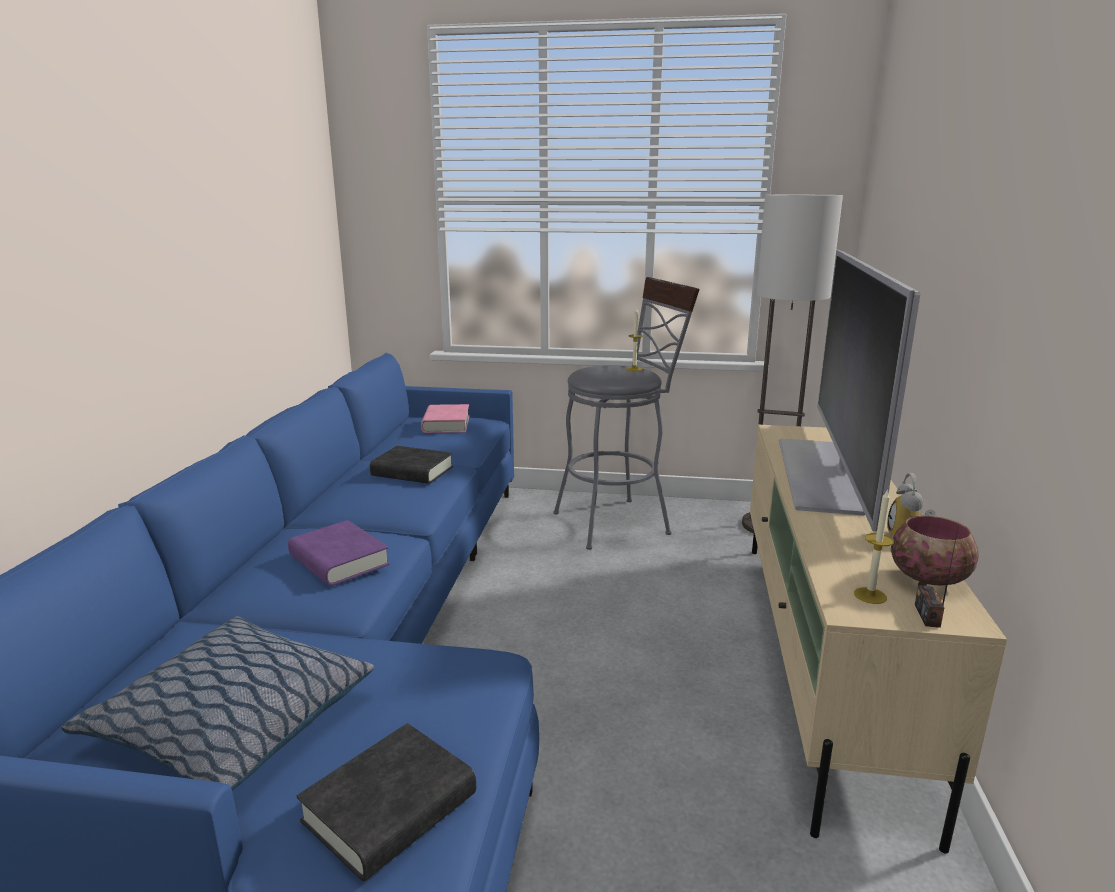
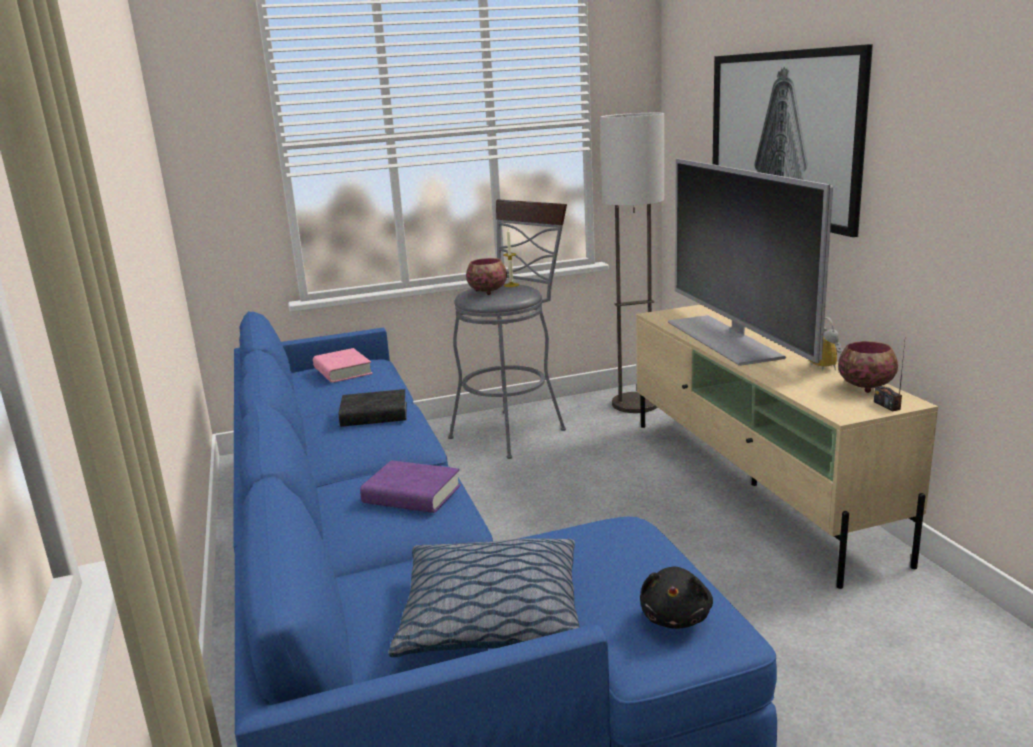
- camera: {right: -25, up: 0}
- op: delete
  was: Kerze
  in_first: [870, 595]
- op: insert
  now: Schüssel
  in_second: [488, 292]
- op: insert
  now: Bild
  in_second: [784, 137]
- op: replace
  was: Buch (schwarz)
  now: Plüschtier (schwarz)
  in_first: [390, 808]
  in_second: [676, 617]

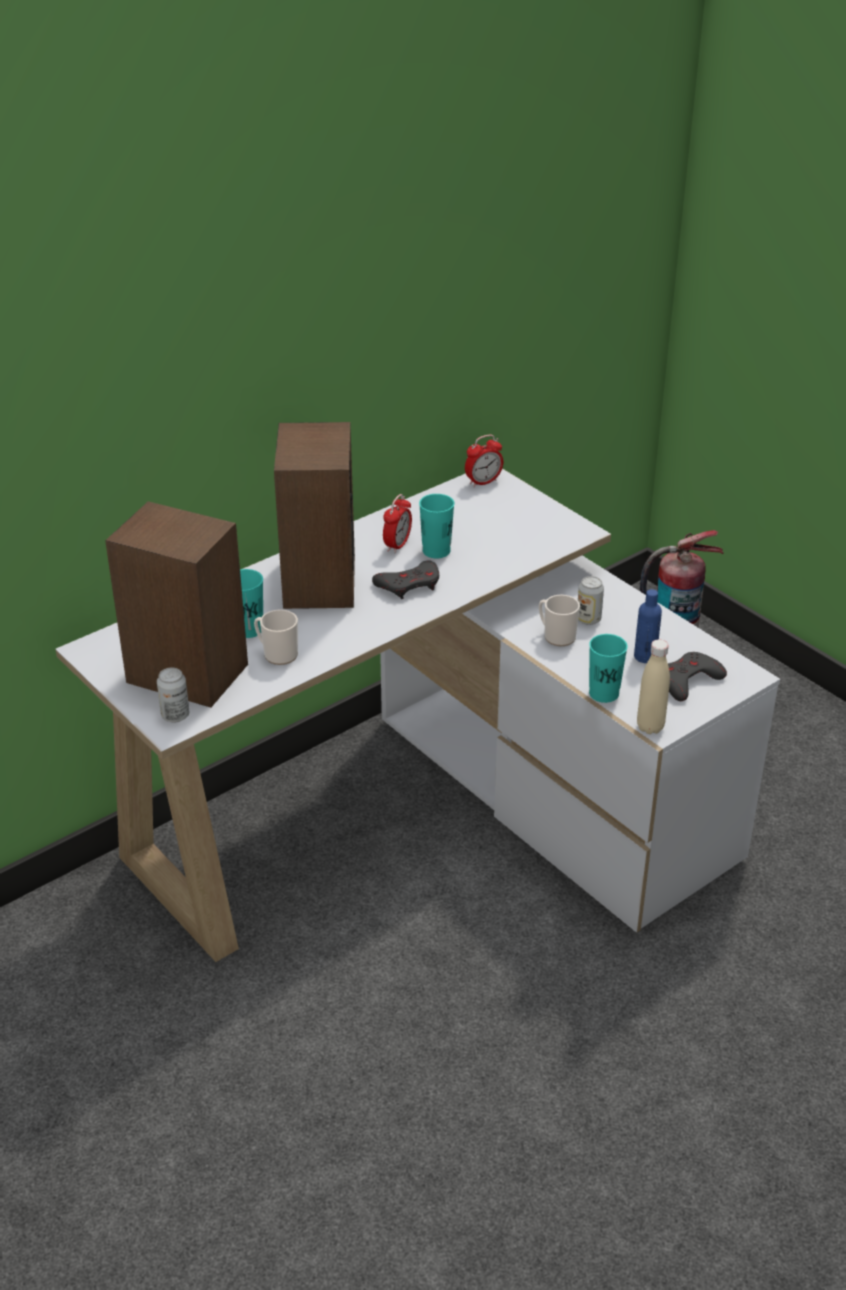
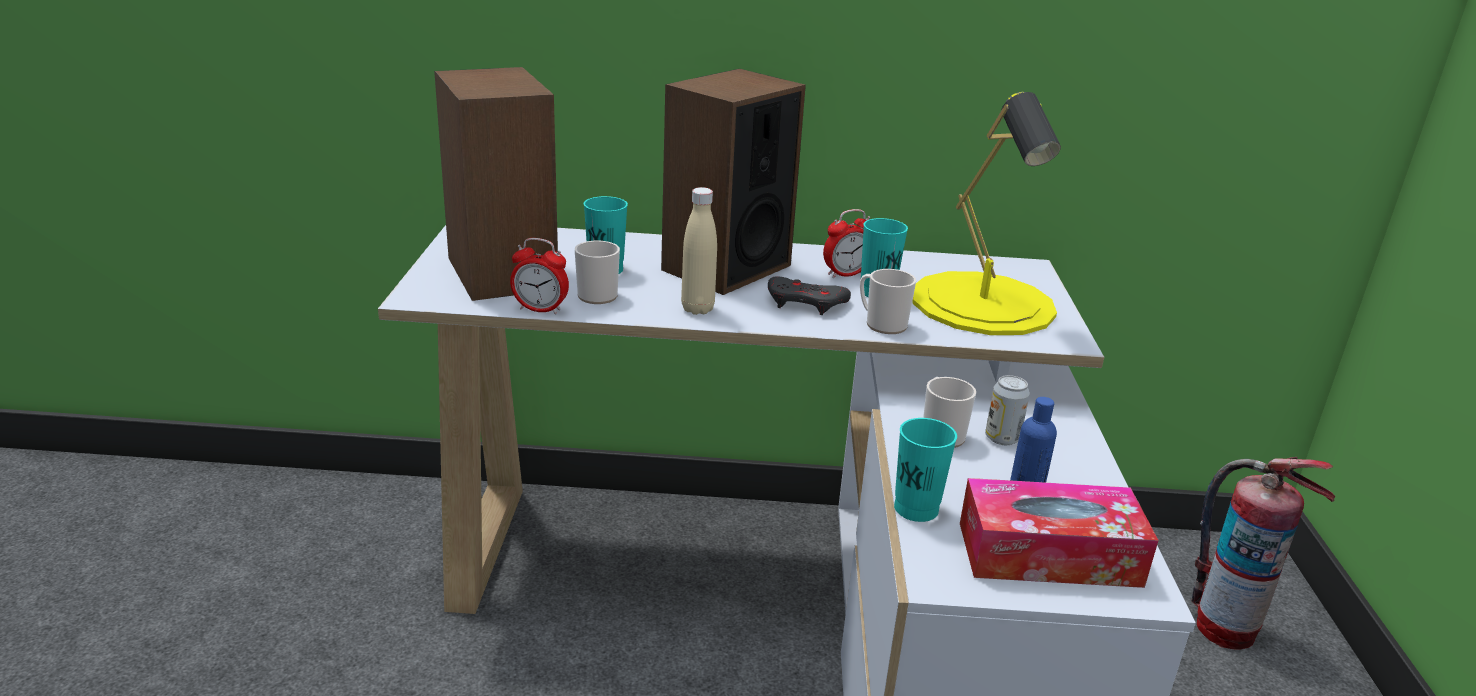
- camera: {right: 40, up: -10}
- op: delete
  was: Dose
  in_first: [175, 715]
- op: insert
  now: Henkelbecher
  in_second: [881, 324]
- op: insert
  now: Tischlampe (gelb)
  in_second: [983, 303]
- op: move
  was: Wecker
  in_first: [483, 482]
  in_second: [540, 309]
- op: move
  was: Flasche (beige)
  in_first: [650, 727]
  in_second: [697, 309]
- op: replace
  was: Gamepad (grau)
  now: Taschentuchbox
  in_first: [688, 681]
  in_second: [1048, 554]

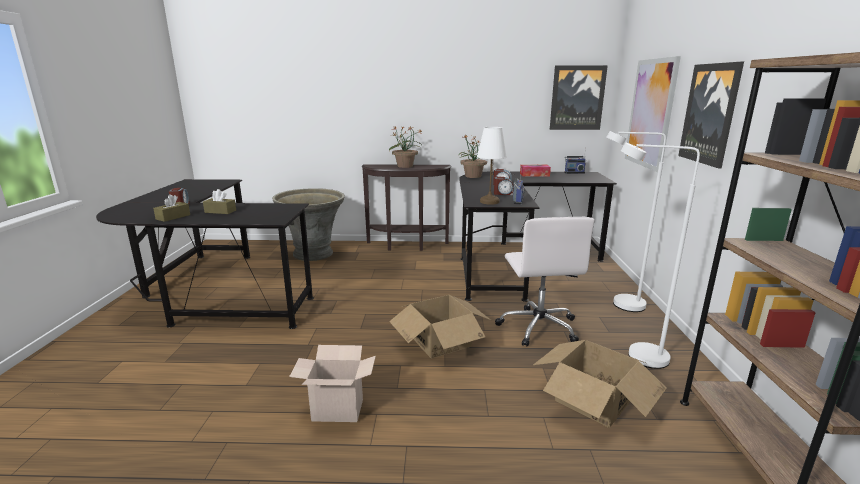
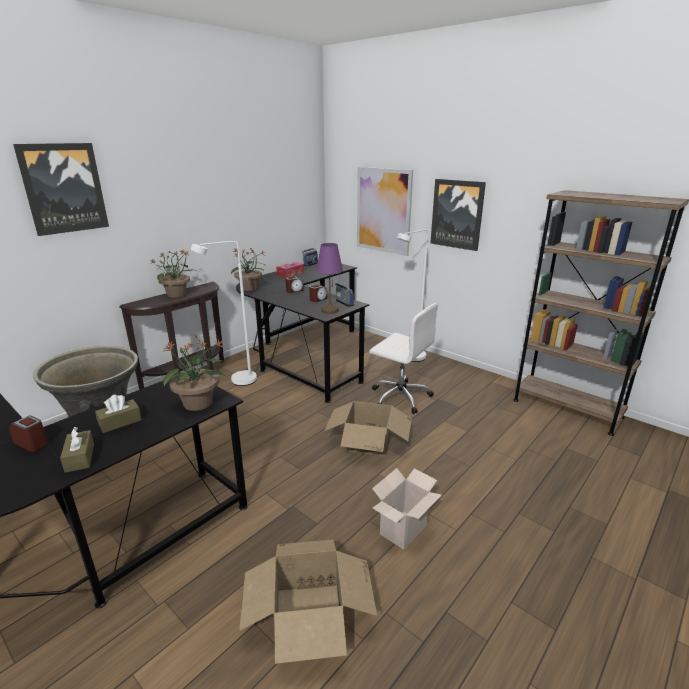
- camera: {right: -50, up: 5}
- op: insert
  now: Topfpflanze
  in_second: [198, 403]
- op: move
  was: Karton
  in_first: [593, 399]
  in_second: [308, 614]
- op: move
  was: Bild
  in_first: [577, 98]
  in_second: [64, 188]
- op: move
  was: Stehlampe (weiß)
  in_first: [636, 355]
  in_second: [237, 381]
- op: recolor
  was: Tischlampe (weiß)
  now: Tischlampe (lila)
  in_first: [489, 202]
  in_second: [329, 310]

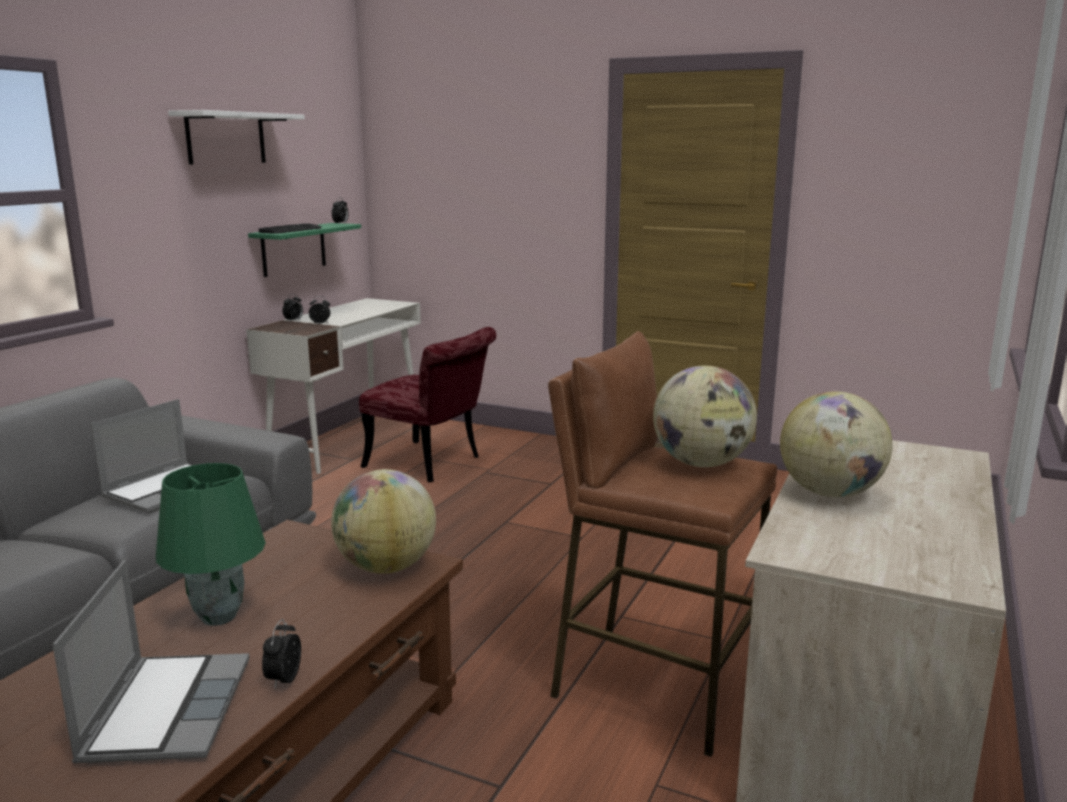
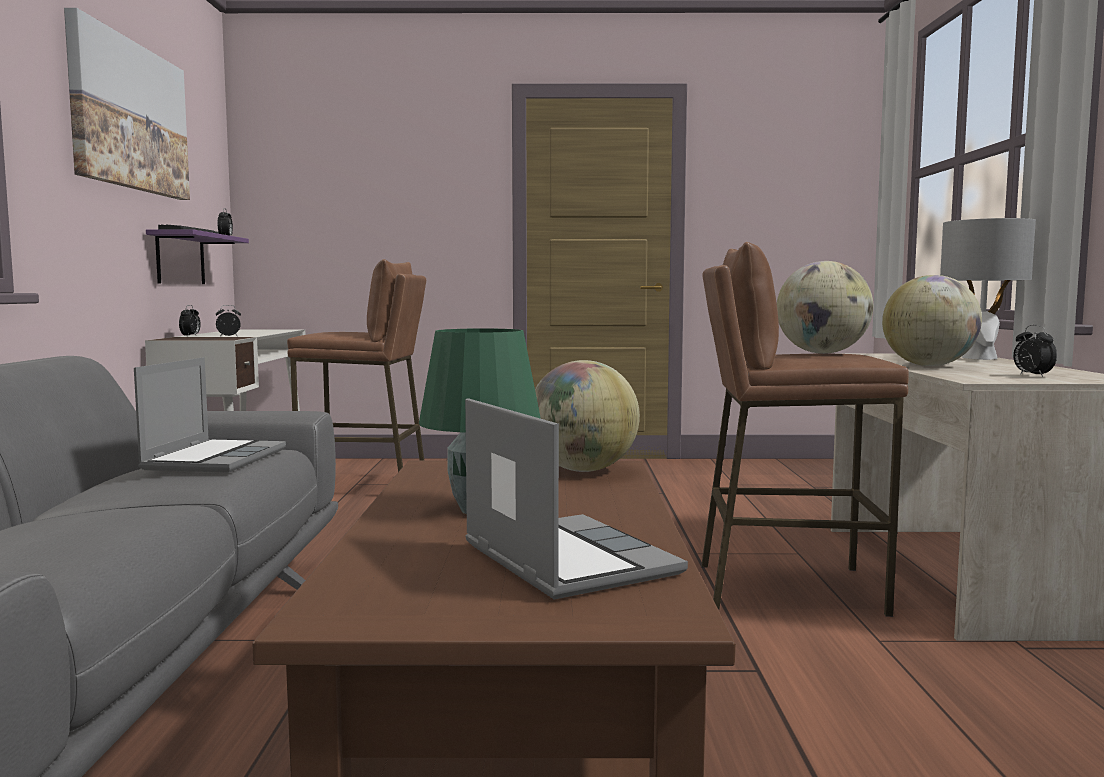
- camera: {right: -25, up: -10}
- op: insert
  now: Tischlampe (grau)
  in_second: [980, 358]
- op: move
  was: Wecker
  in_first: [283, 679]
  in_second: [1032, 375]
- op: replace
  was: Wandregal (weiß)
  now: Bild
  in_first: [226, 138]
  in_second: [129, 116]
- op: replace
  was: Stuhl (rot)
  now: Hocker (braun)
  in_first: [432, 464]
  in_second: [364, 487]
- op: recolor
  was: Wandregal (grün)
  now: Wandregal (lila)
  in_first: [293, 249]
  in_second: [180, 259]

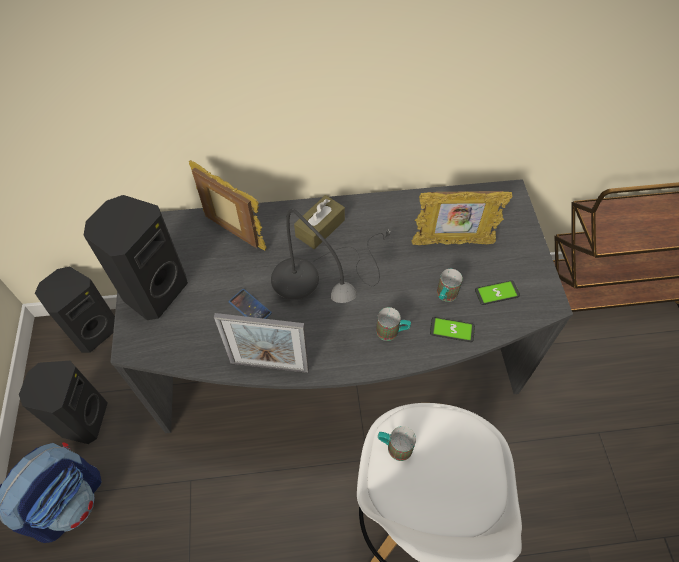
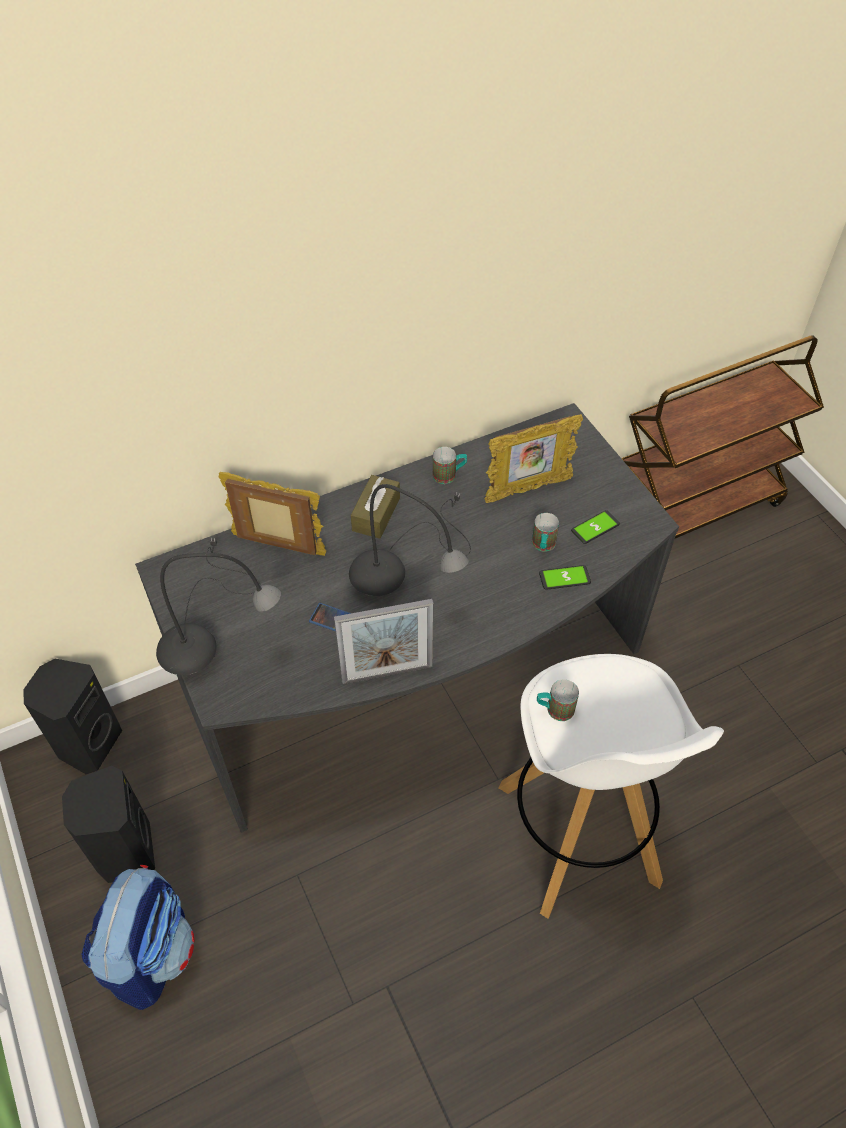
- camera: {right: -20, up: -5}
- op: move
  was: Henkelbecher
  in_first: [392, 332]
  in_second: [449, 475]
- op: replace
  was: Lautsprecher (schwarz)
  now: Tischlampe (grau)
  in_first: [154, 291]
  in_second: [215, 636]

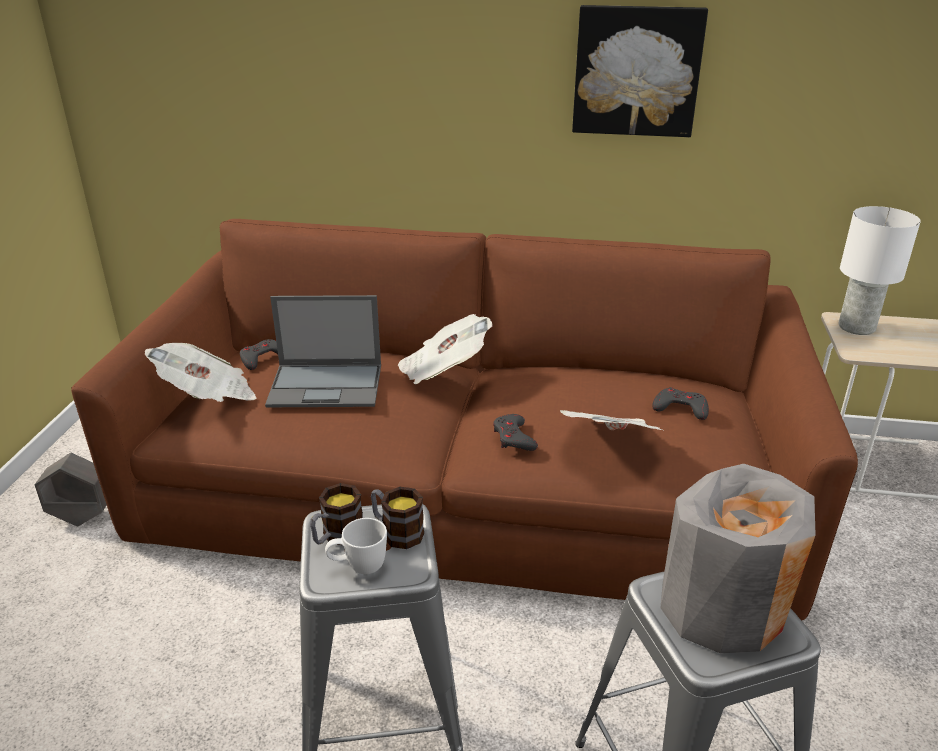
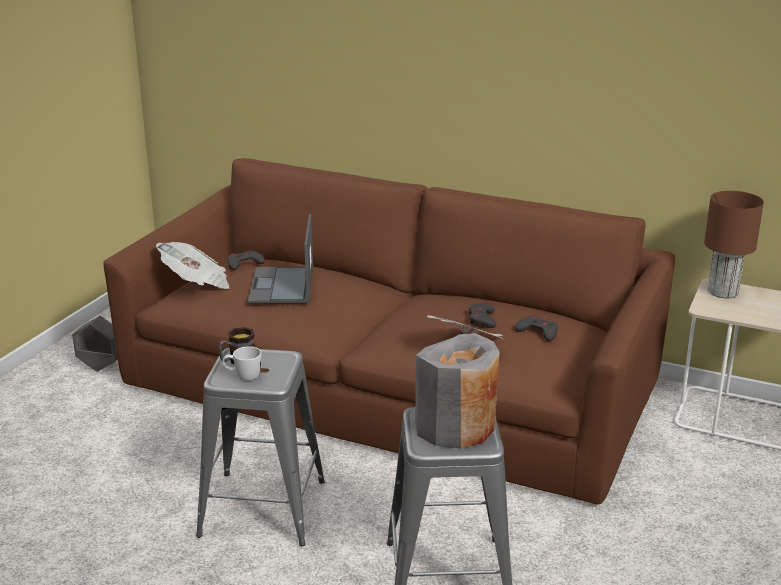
- camera: {right: 15, up: -5}
- op: delete
  was: Henkelbecher
  in_first: [396, 531]
- op: delete
  was: Zeitung
  in_first: [443, 370]
- op: delete
  was: Bild
  in_first: [636, 71]
- op: move
  was: Gamepad (grau)
  in_first: [513, 438]
  in_second: [482, 319]
- op: recolor
  was: Tischlampe (weiß)
  now: Tischlampe (braun)
  in_first: [857, 327]
  in_second: [723, 292]
- op: rotate
  was: Laptop
  in_first: [327, 385]
  in_second: [282, 286]
  clockwise: 75

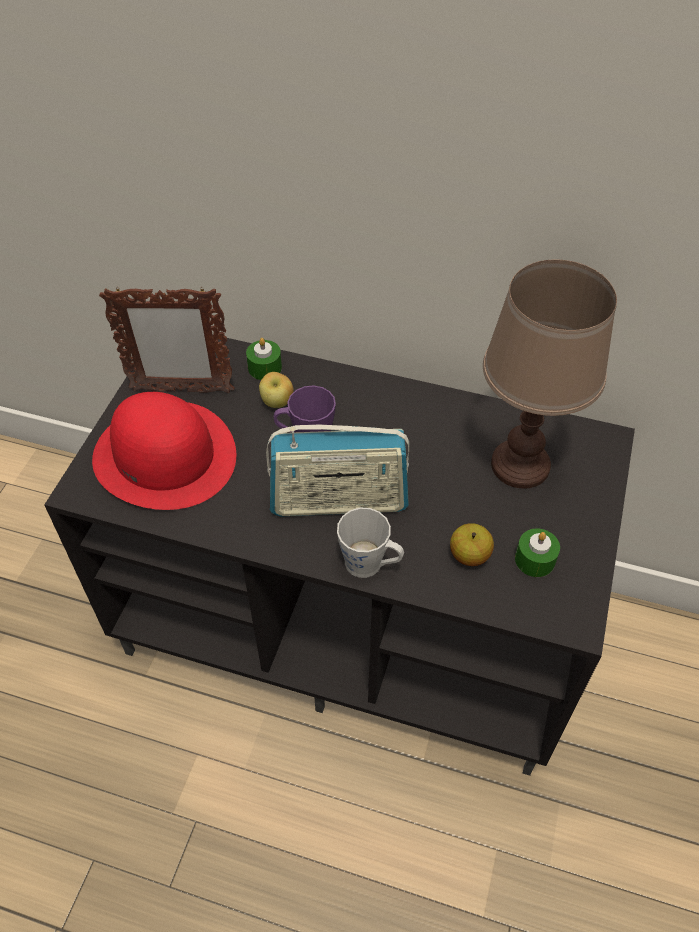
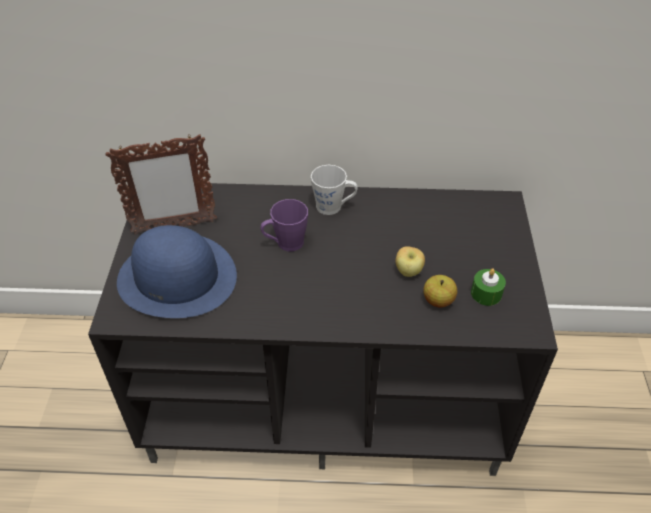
- camera: {right: -15, up: -5}
- op: delete
  was: Kerze (grün)
  in_first: [265, 368]
- op: delete
  was: Radio
  in_first: [339, 501]
- op: delete
  was: Tischlampe (braun)
  in_first: [519, 465]
- op: move
  was: Apfel
  in_first: [277, 402]
  in_second: [408, 272]
- op: move
  was: Henkelbecher (grau)
  in_first: [370, 564]
  in_second: [334, 207]
- op: recolor
  was: Hut (rot)
  now: Hut (blau)
  in_first: [165, 455]
  in_second: [177, 277]

